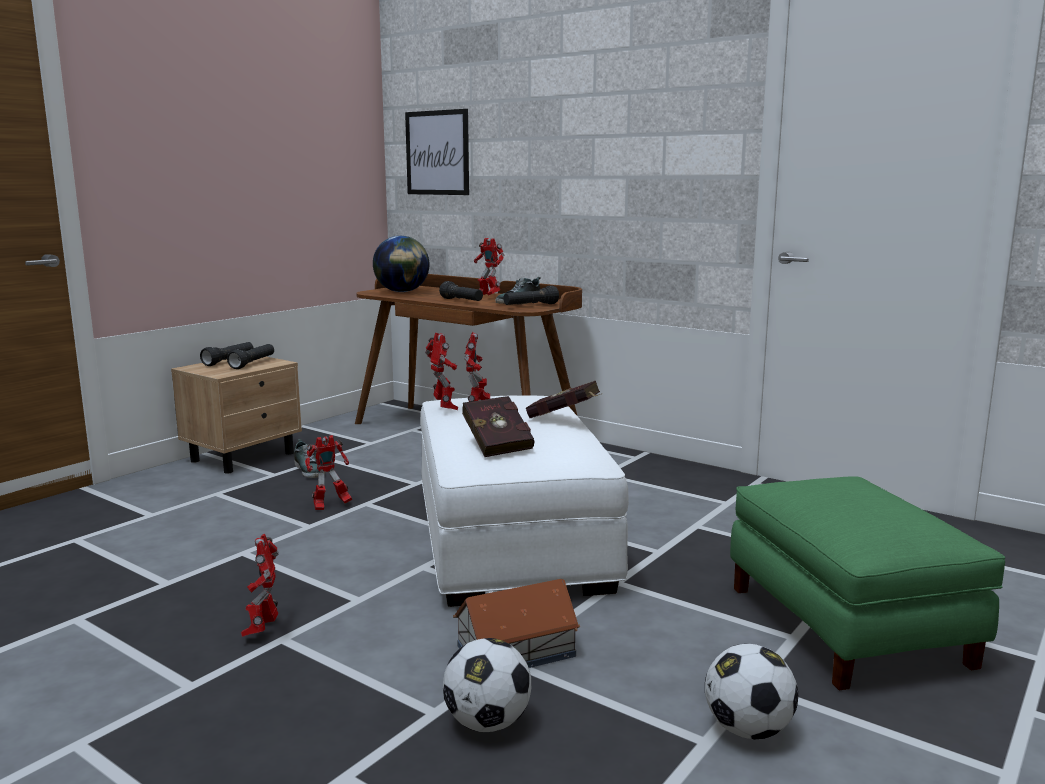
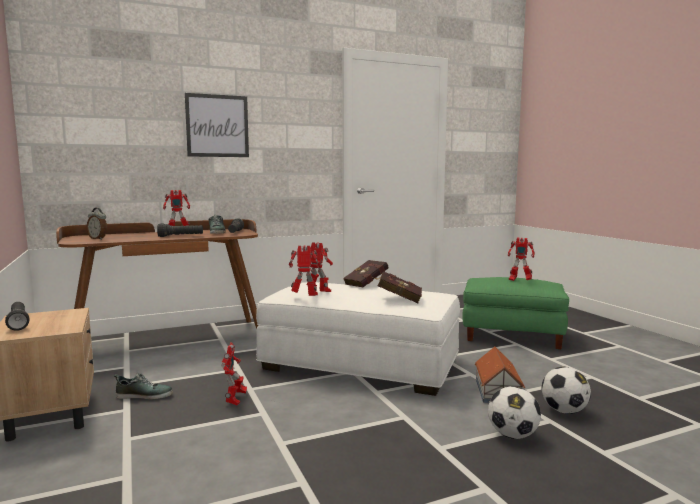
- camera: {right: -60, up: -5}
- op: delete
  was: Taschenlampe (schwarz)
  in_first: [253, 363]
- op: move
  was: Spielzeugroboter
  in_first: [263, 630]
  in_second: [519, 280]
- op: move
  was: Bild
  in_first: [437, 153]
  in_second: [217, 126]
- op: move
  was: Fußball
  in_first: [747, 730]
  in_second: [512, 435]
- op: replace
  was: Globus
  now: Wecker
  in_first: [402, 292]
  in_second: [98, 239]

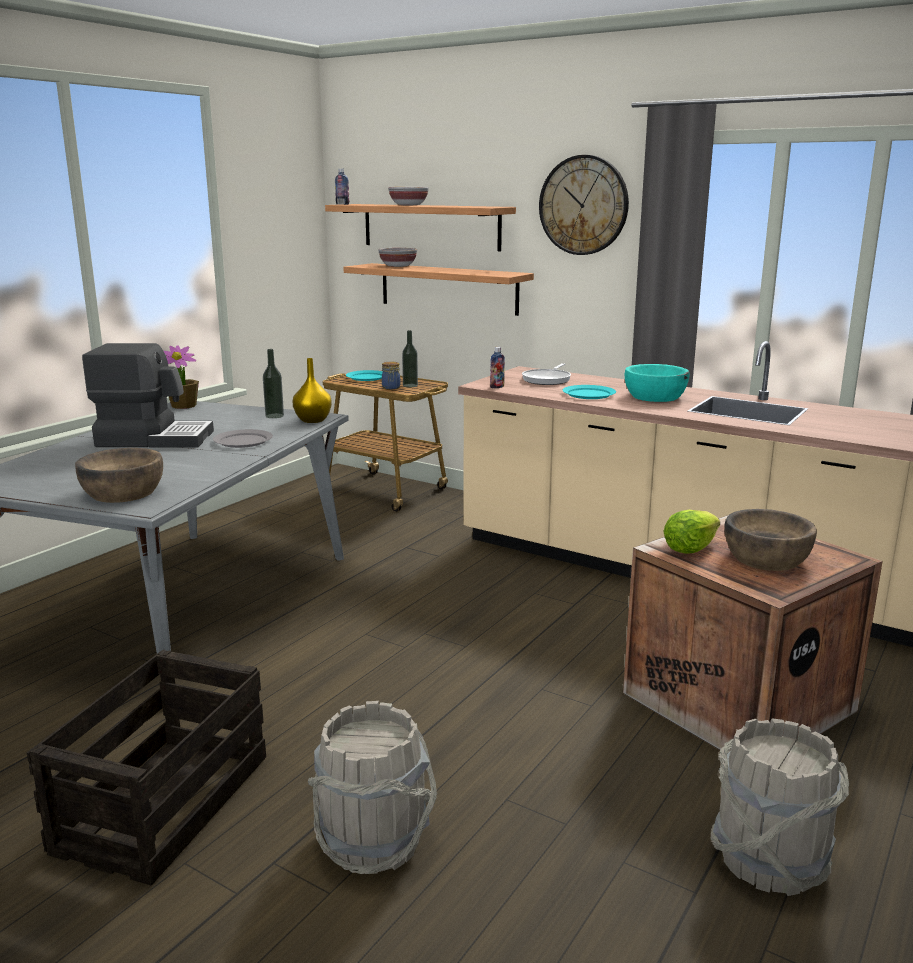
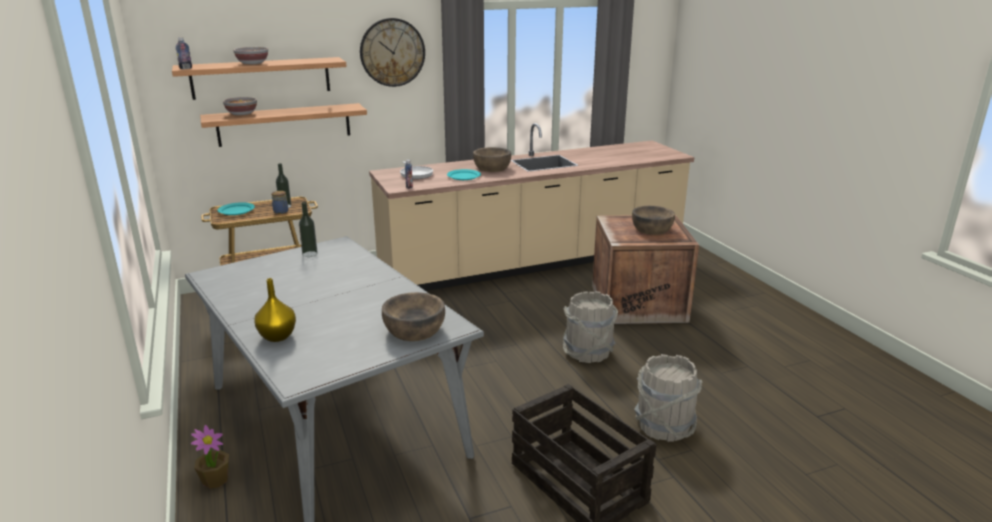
- camera: {right: -55, up: 5}
- op: delete
  was: Kaffeemaschine
  in_first: [154, 438]
- op: delete
  was: Teller (grau)
  in_first: [243, 441]
- op: delete
  was: Salatkopf
  in_first: [689, 548]
- op: move
  was: Topfpflanze
  in_first: [184, 406]
  in_second: [215, 480]
- op: move
  was: Vase (gelb)
  in_first: [312, 420]
  in_second: [277, 337]
- op: move
  was: Eimer (grau)
  in_first: [770, 860]
  in_second: [588, 352]
- op: recolor
  was: Schüssel (türkis)
  now: Schüssel (braun)
  in_first: [655, 396]
  in_second: [492, 168]

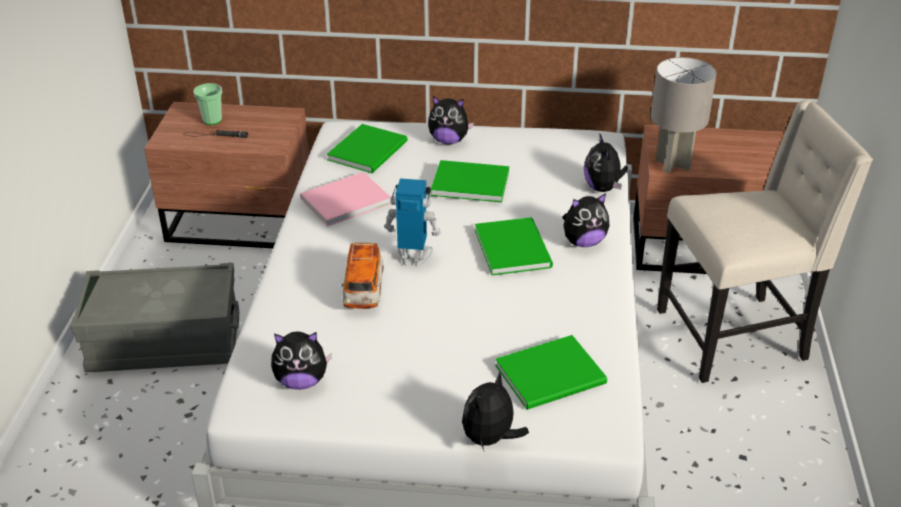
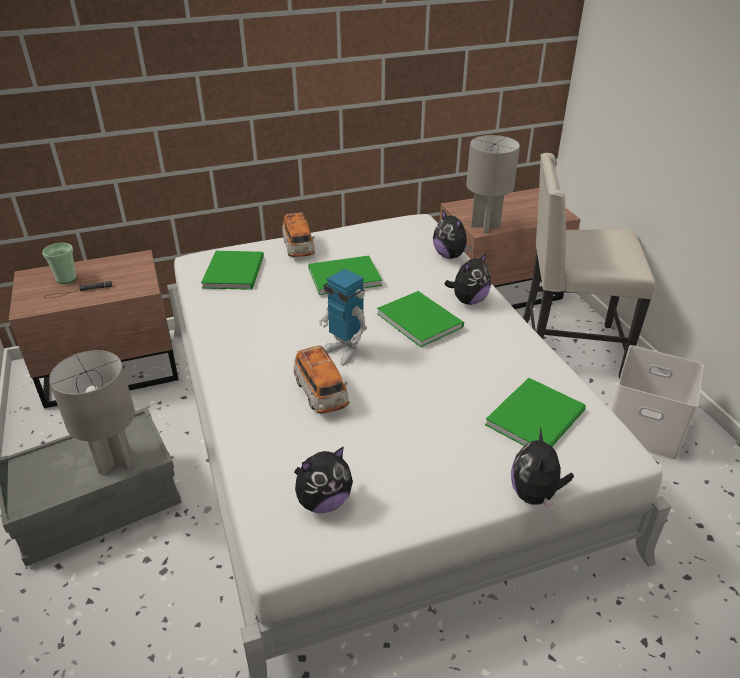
- camera: {right: -25, up: 0}
- op: delete
  was: Buch (rosa)
  in_first: [342, 201]
- op: insert
  now: Tischlampe (grau)
  in_second: [114, 461]
- op: insert
  now: Aufbewahrungsbox (weiß)
  in_second: [645, 426]
- op: replace
  was: Plüschtier
  now: Spielzeugauto
  in_first: [449, 141]
  in_second: [298, 248]
- op: rotate
  was: Spielzeugroboter
  in_first: [413, 257]
  in_second: [343, 351]
  clockwise: -120
- op: rotate
  was: Stuhl (beige)
  in_first: [734, 336]
  in_second: [567, 348]
  clockwise: -135

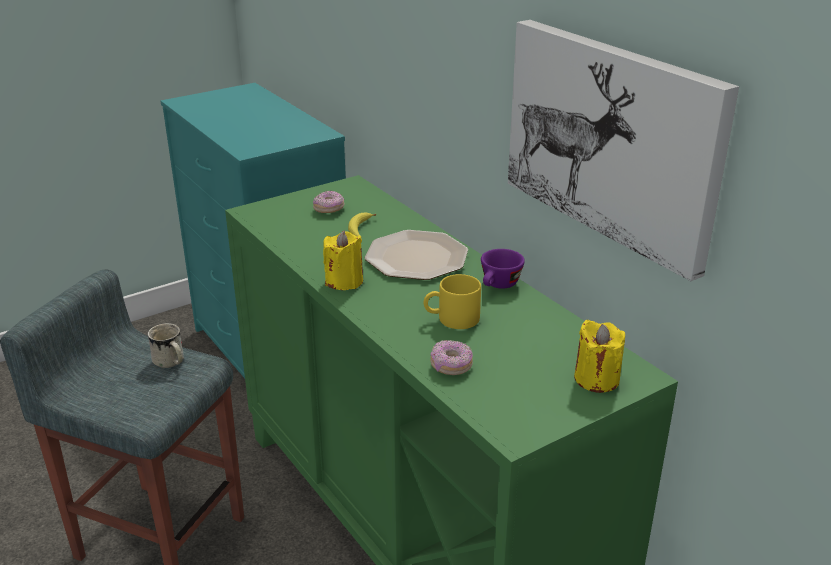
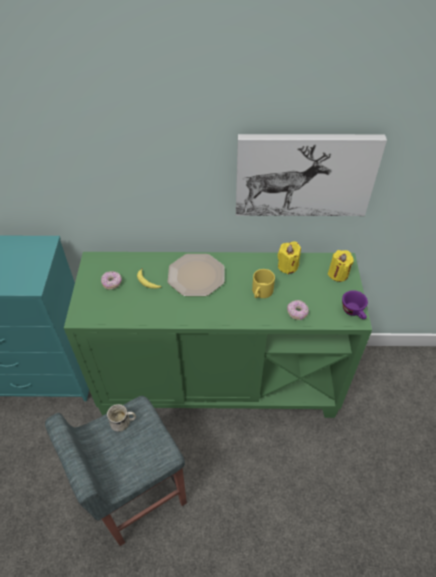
- camera: {right: -55, up: 20}
- op: move
  was: Kerze (gelb)
  in_first: [344, 281]
  in_second: [287, 266]
- op: move
  was: Tasse (lila)
  in_first: [498, 285]
  in_second: [354, 312]

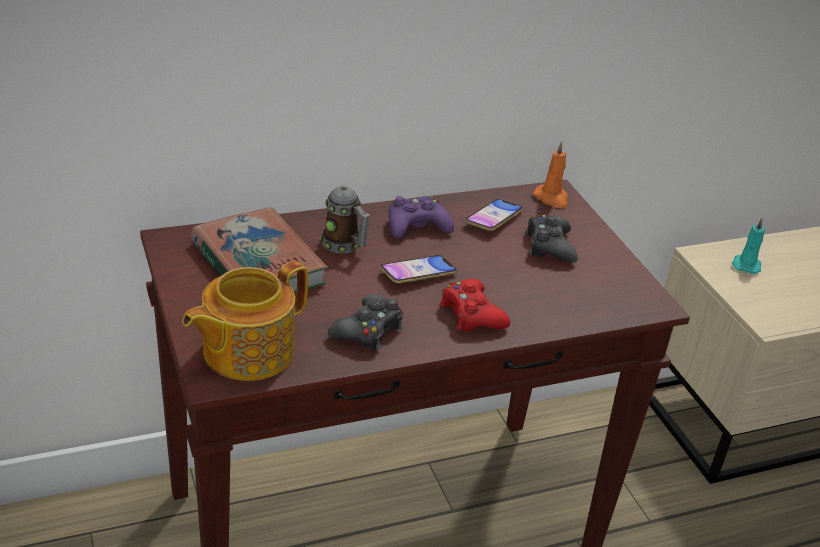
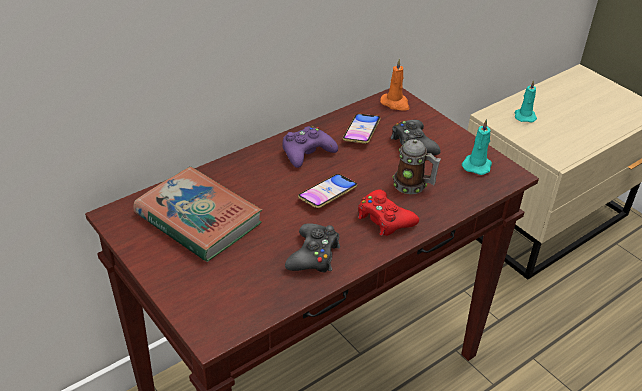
- camera: {right: -15, up: 5}
- op: delete
  was: Teekanne
  in_first: [246, 351]
- op: insert
  now: Kerze (türkis)
  in_second: [477, 165]
- op: move
  was: Henkelbecher
  in_first: [344, 245]
  in_second: [413, 186]

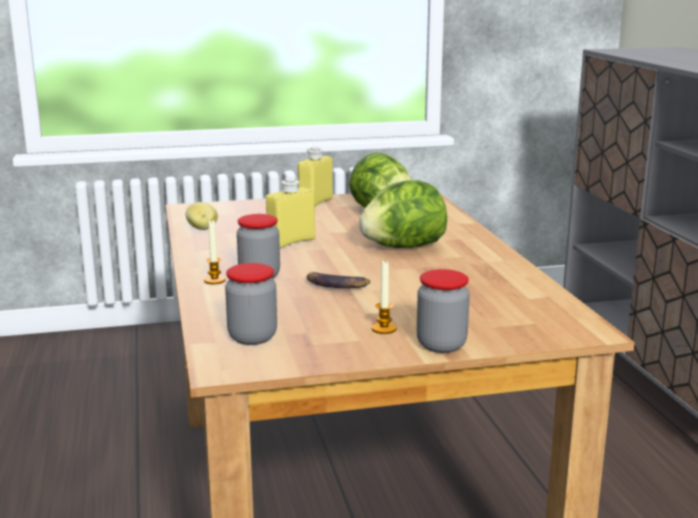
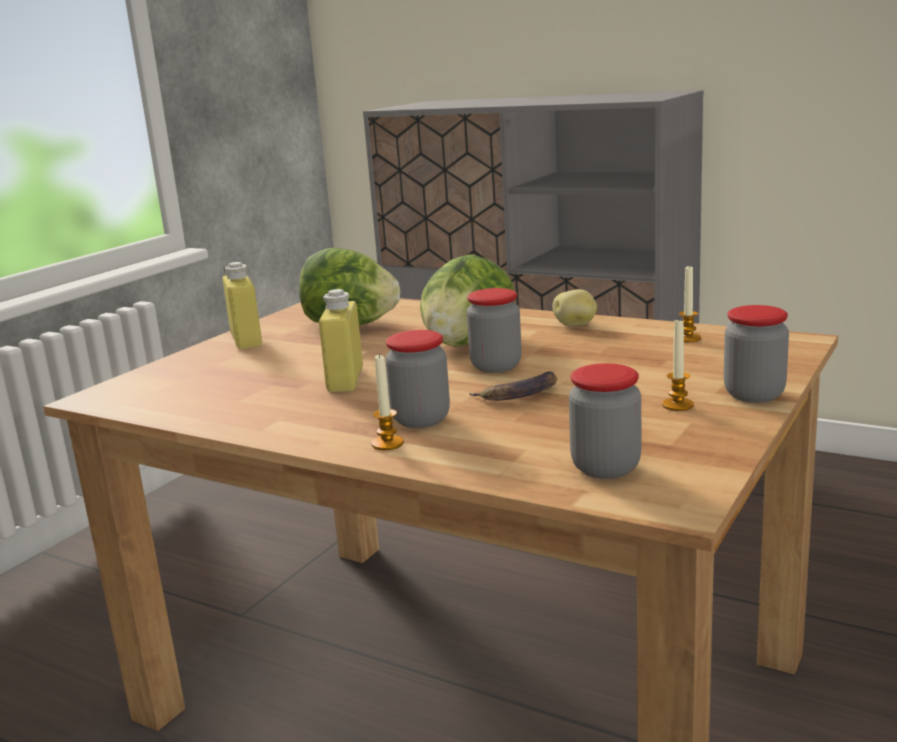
- camera: {right: -45, up: 0}
- op: insert
  now: Vorratsglas
  in_second: [496, 366]
- op: insert
  now: Kerze
  in_second: [688, 338]
- op: move
  was: Kartoffel
  in_first: [202, 229]
  in_second: [575, 325]

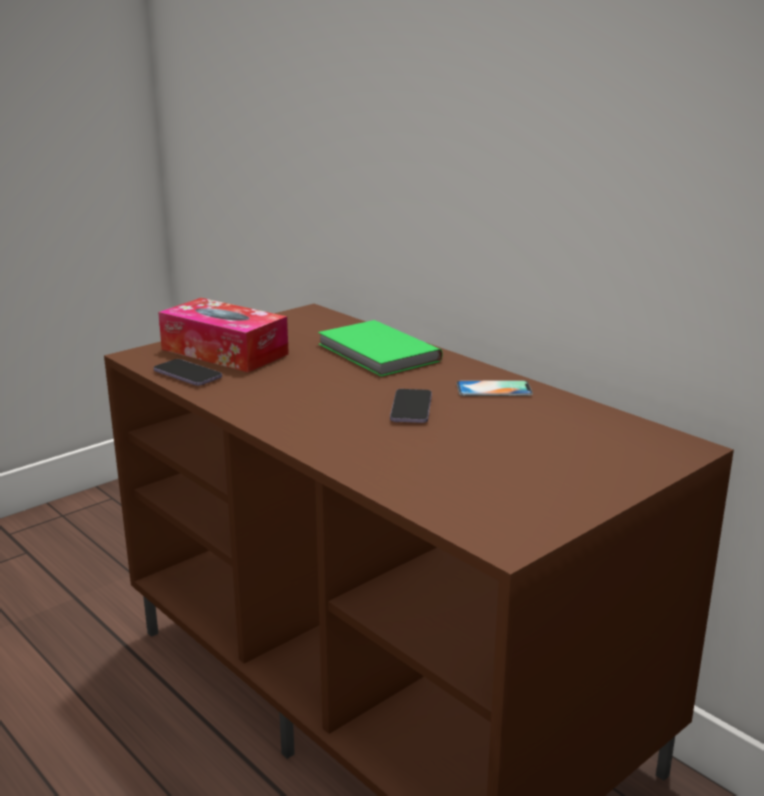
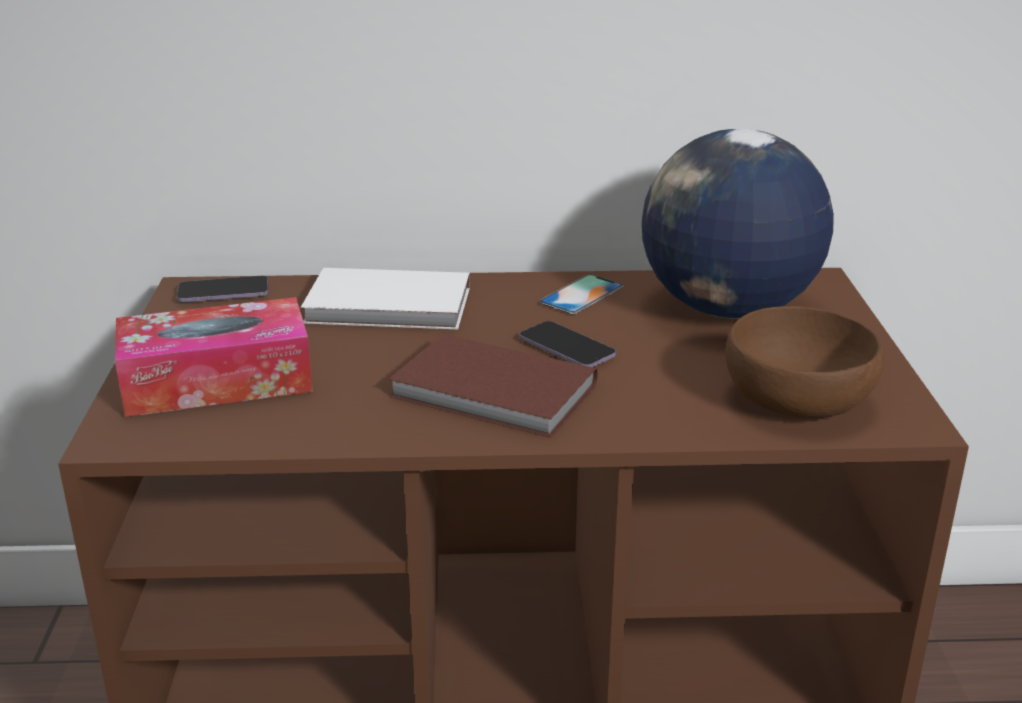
- camera: {right: -50, up: 5}
- op: insert
  now: Buch (braun)
  in_second: [494, 393]
- op: insert
  now: Globus
  in_second: [726, 309]
- op: insert
  now: Schüssel (braun)
  in_second: [796, 398]
- op: move
  was: Handy
  in_first: [187, 375]
  in_second: [223, 292]
- op: recolor
  was: Buch (grün)
  now: Buch (weiß)
  in_first: [377, 353]
  in_second: [390, 306]

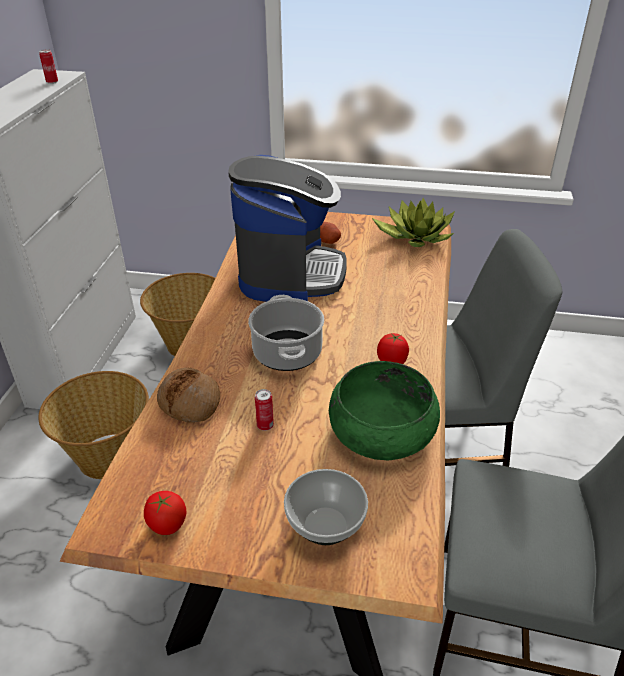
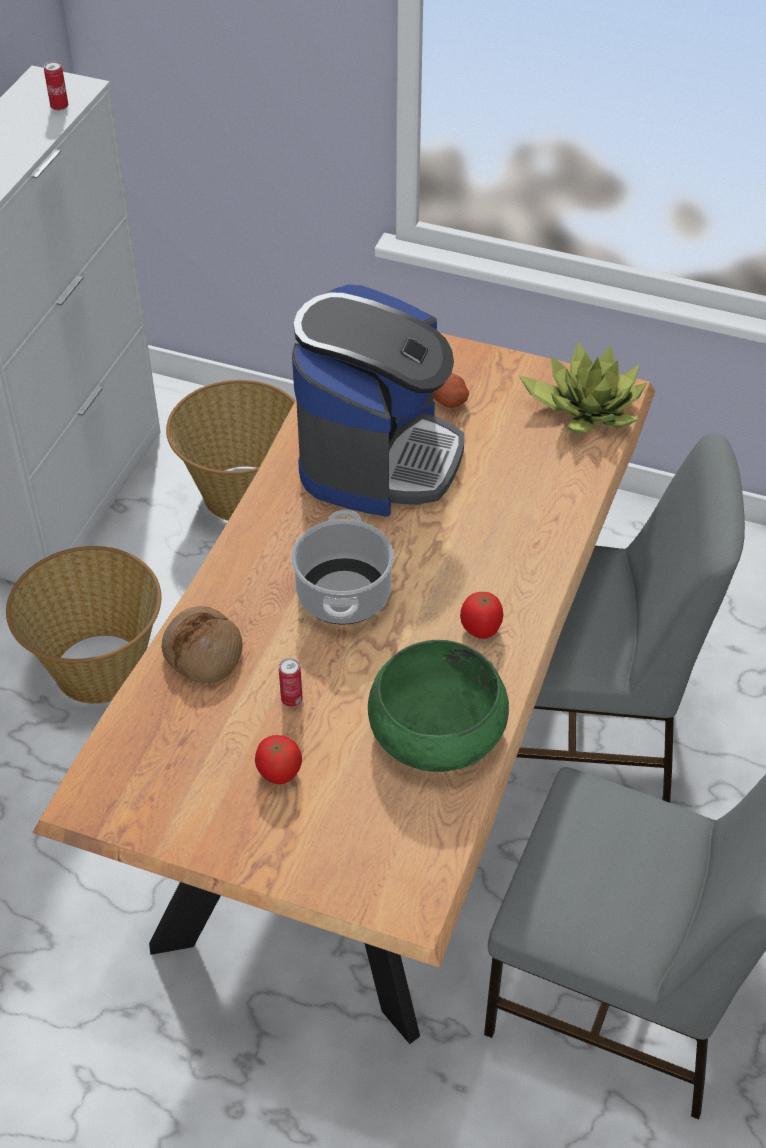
- camera: {right: 10, up: 10}
- op: delete
  was: Schüssel
  in_first: [325, 527]
- op: move
  was: Tomate
  in_first: [167, 525]
  in_second: [278, 772]

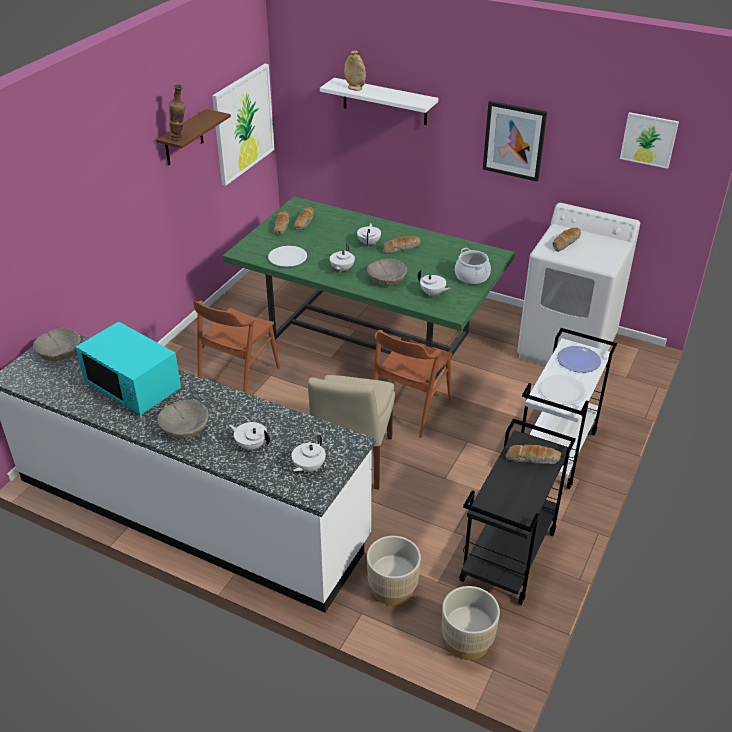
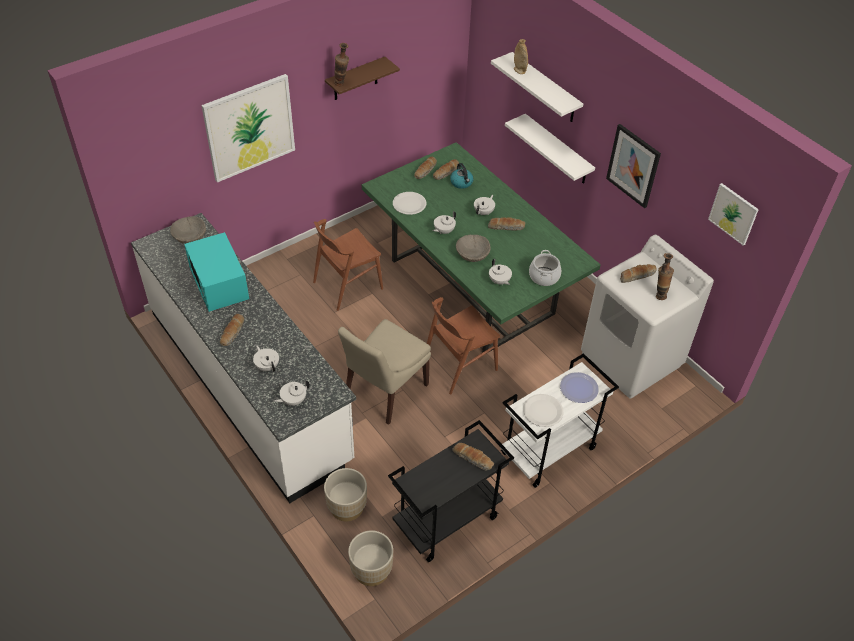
- camera: {right: 25, up: 10}
- op: insert
  now: Wasserkessel
  in_second: [461, 183]
- op: insert
  now: Wandregal (weiß)
  in_second: [557, 150]
- op: insert
  now: Vase
  in_second: [659, 294]
- op: move
  was: Bild
  in_first: [243, 123]
  in_second: [249, 127]
- op: replace
  was: Schüssel (beige)
  now: Brot
  in_first: [184, 428]
  in_second: [233, 333]

